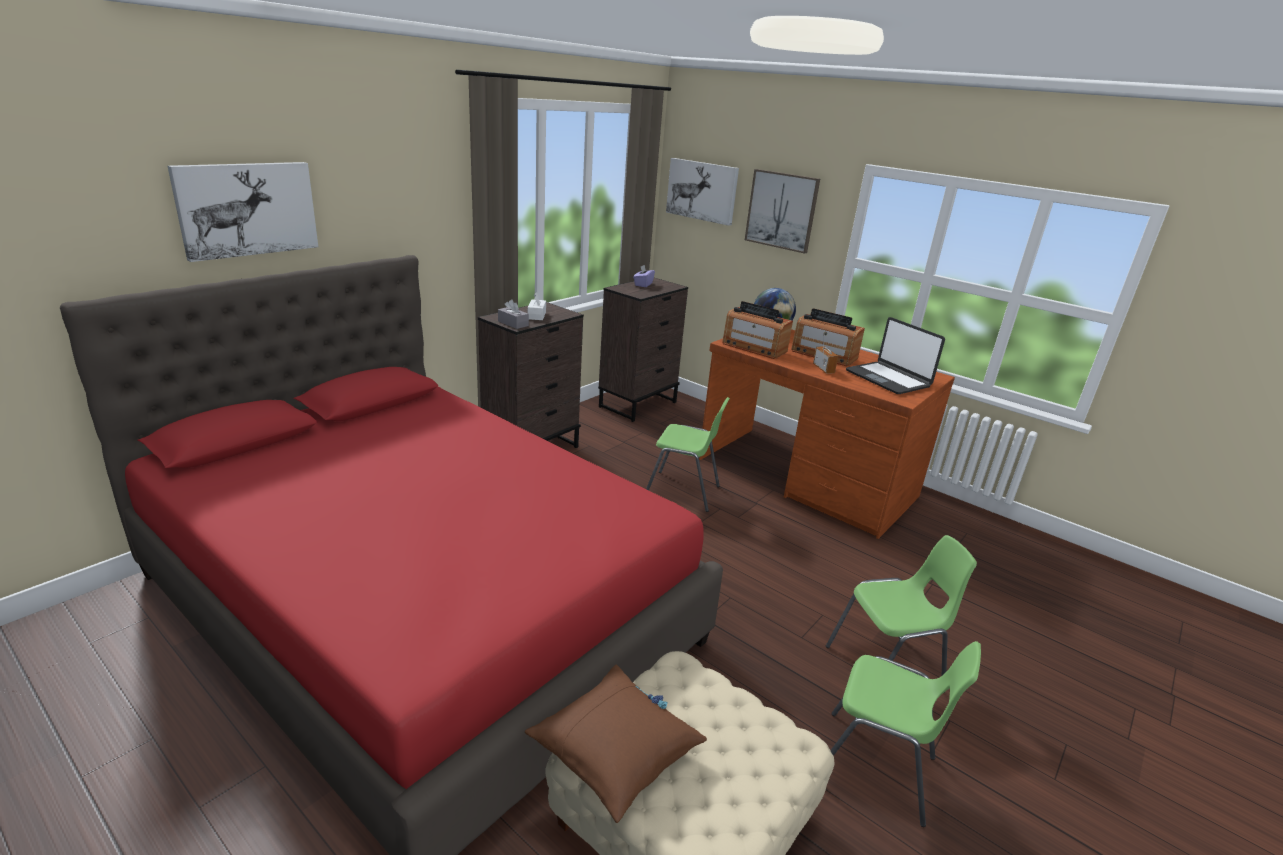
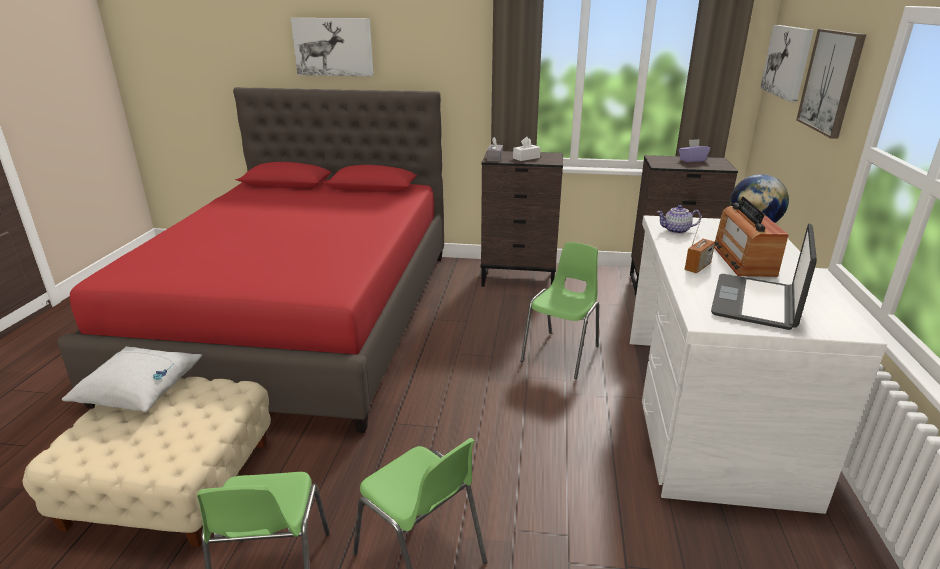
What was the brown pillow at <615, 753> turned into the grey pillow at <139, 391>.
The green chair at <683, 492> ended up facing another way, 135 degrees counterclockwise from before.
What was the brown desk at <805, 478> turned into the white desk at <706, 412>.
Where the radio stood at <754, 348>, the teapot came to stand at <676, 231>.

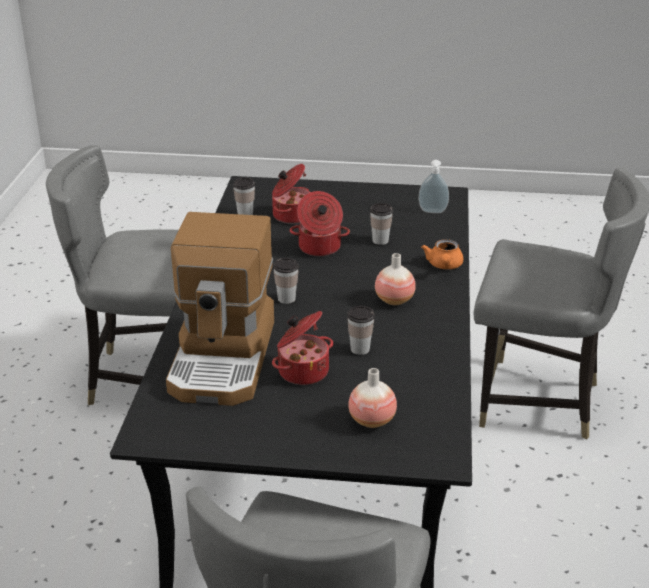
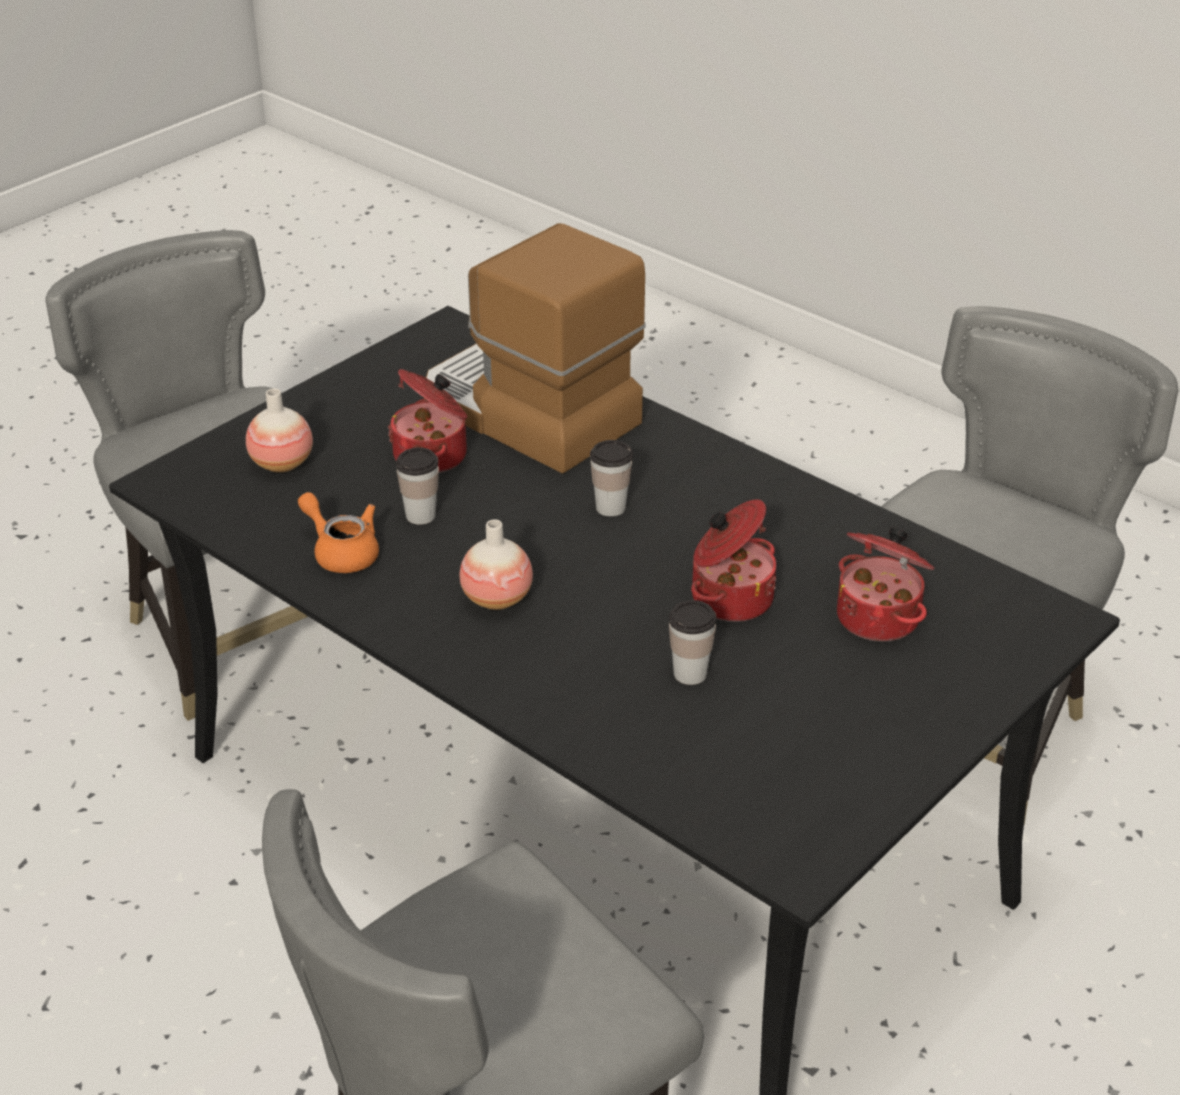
The orange teapot ended up elsewhere, having gone from <444, 266> to <342, 552>.
The second view lost the cup at <245, 214>.
The second view lost the soap dispenser at <432, 212>.

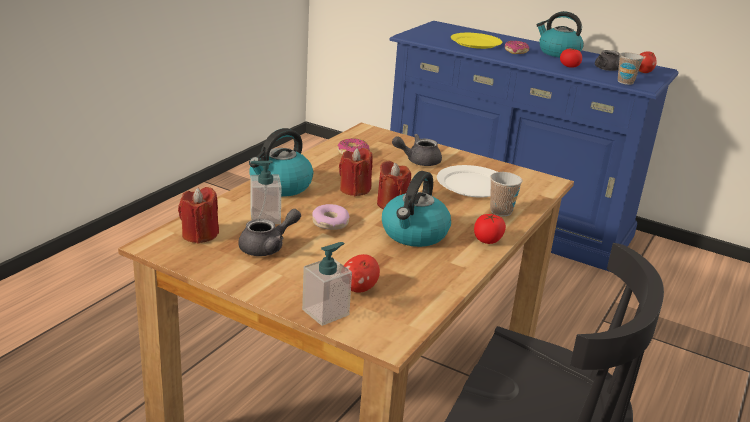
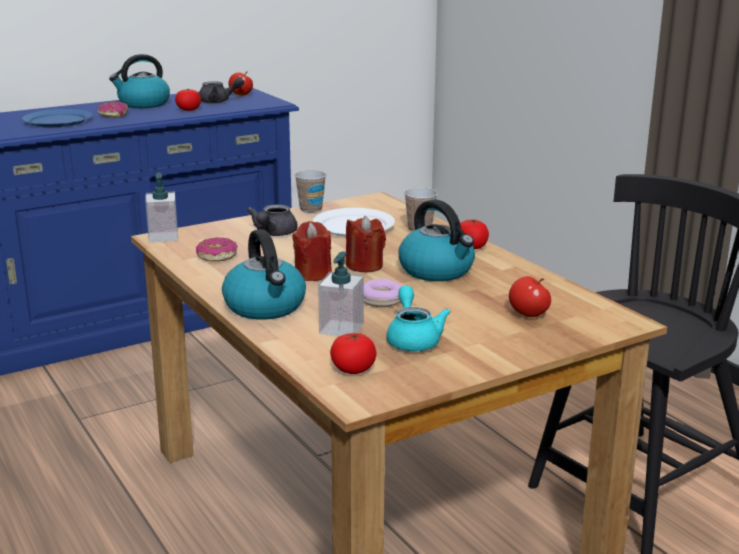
What was the yellow plate at <476, 43> turned into the blue plate at <58, 121>.
The soap dispenser ended up elsewhere, having gone from <326, 312> to <163, 237>.
The cup ended up elsewhere, having gone from <625, 82> to <311, 209>.
Where the red candle stood at <200, 235>, the tomato came to stand at <353, 369>.
What was the grey teapot at <268, 247> turned into the turquoise teapot at <413, 339>.

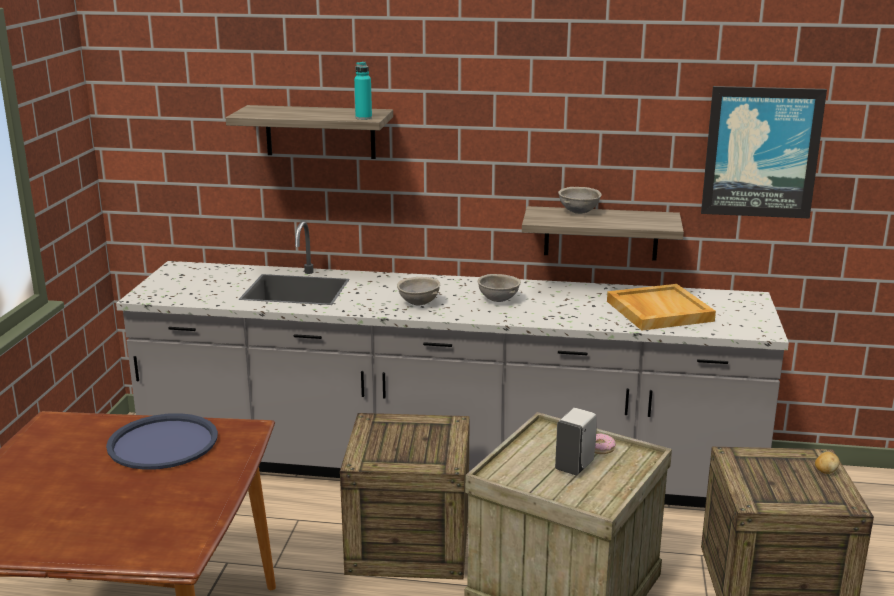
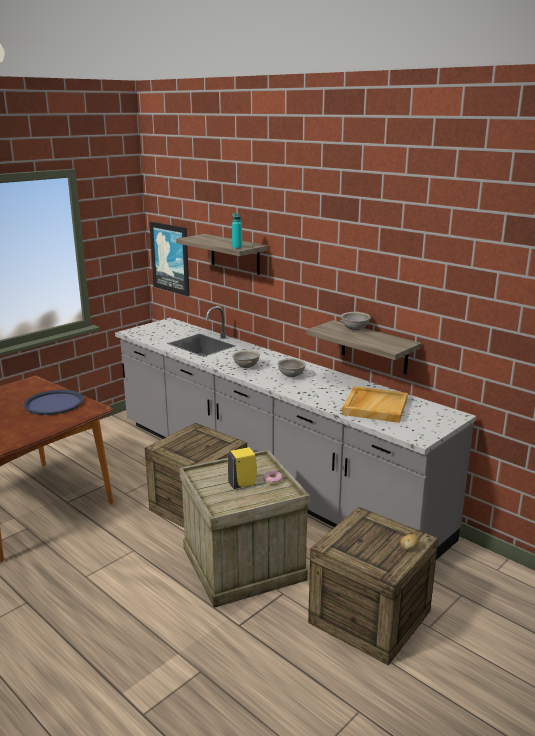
The picture ended up elsewhere, having gone from <761, 152> to <170, 258>.
What was the white soap dispenser at <575, 466> turned into the yellow soap dispenser at <243, 484>.

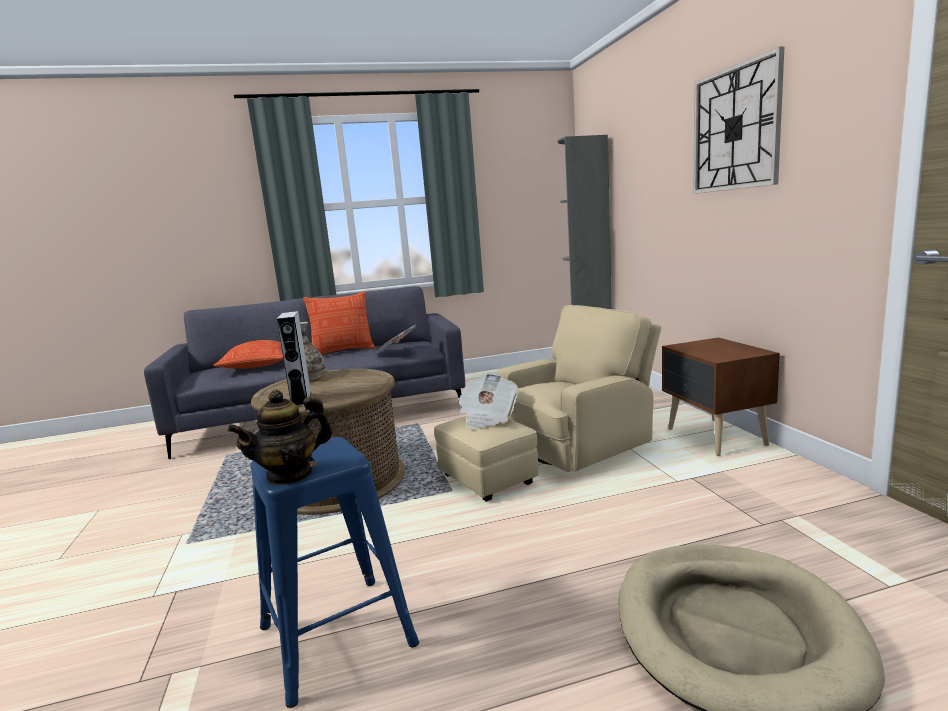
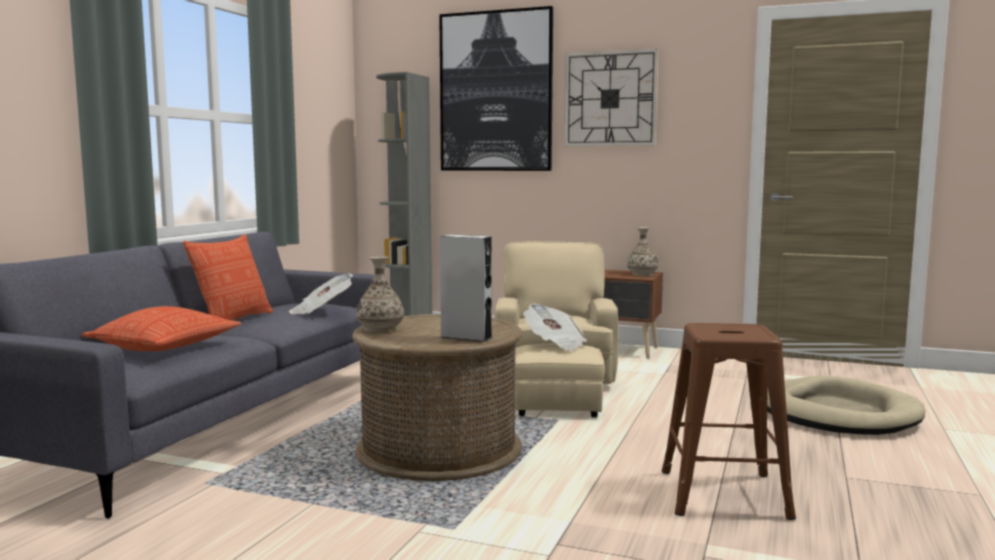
The second view gained the picture at <496, 92>.
The second view gained the vase at <642, 274>.
What was the blue stool at <337, 635> turned into the brown stool at <724, 494>.
The second view lost the teapot at <290, 475>.

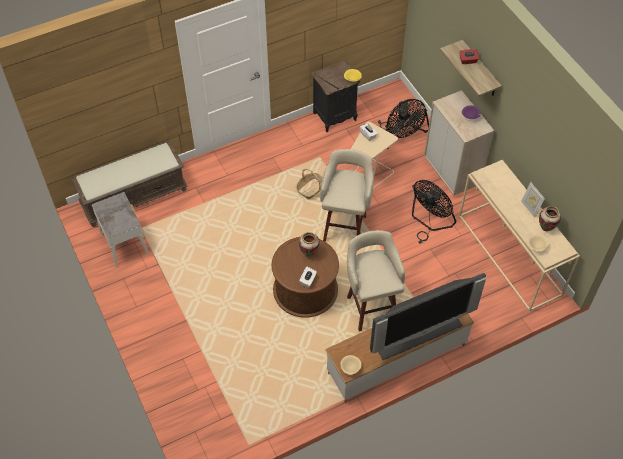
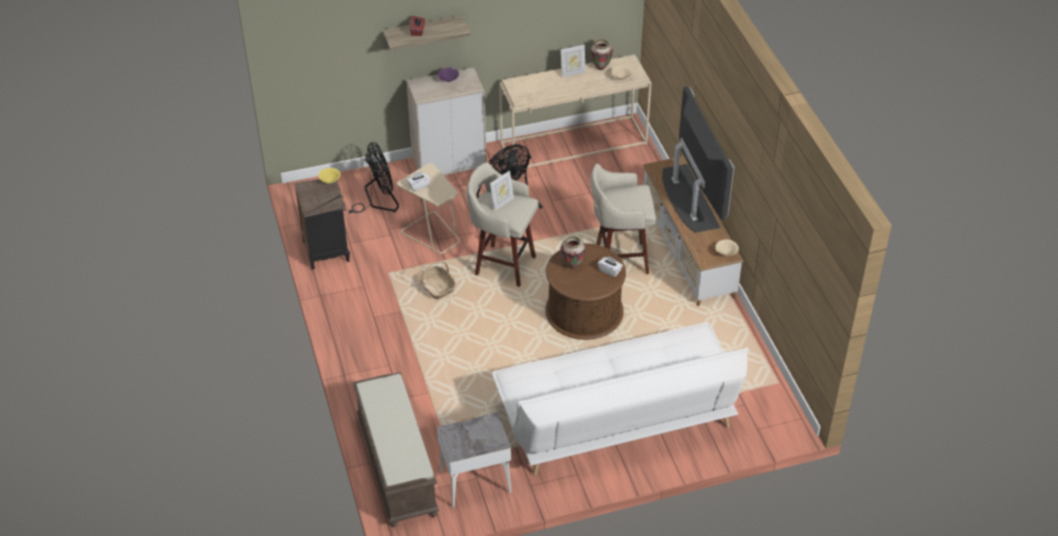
The second view gained the picture frame at <502, 203>.
The second view gained the white sofa at <618, 418>.

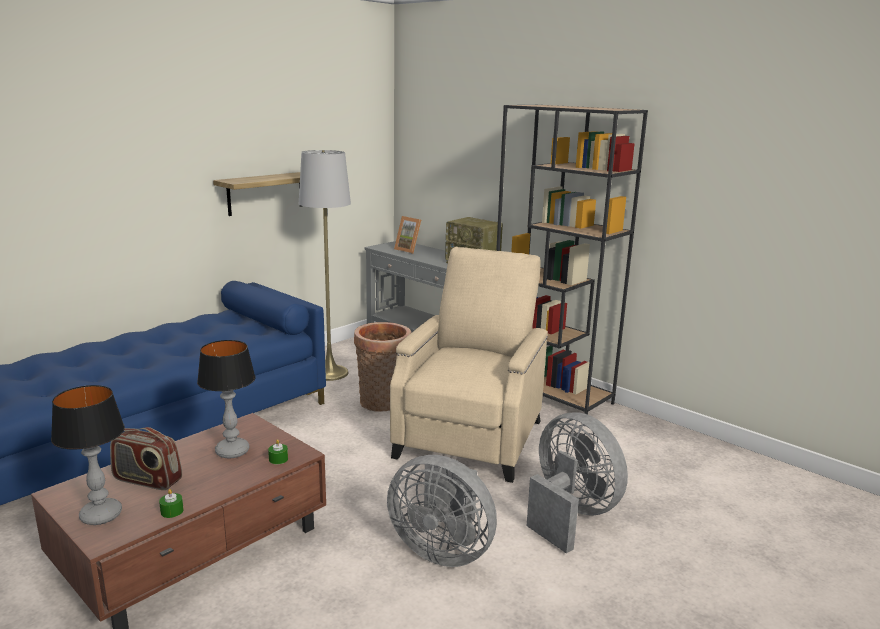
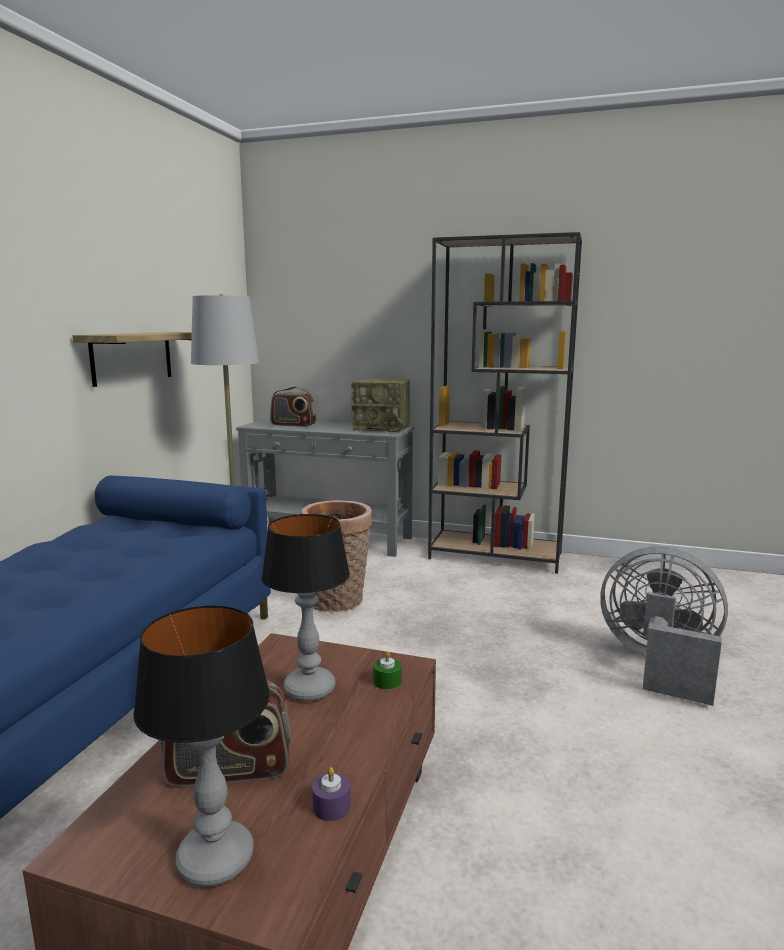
Where the picture frame stood at <409, 250>, the radio came to stand at <293, 425>.
What was the green candle at <172, 511> turned into the purple candle at <331, 806>.
The second view lost the grey fan at <442, 549>.
The second view lost the beige armchair at <472, 436>.

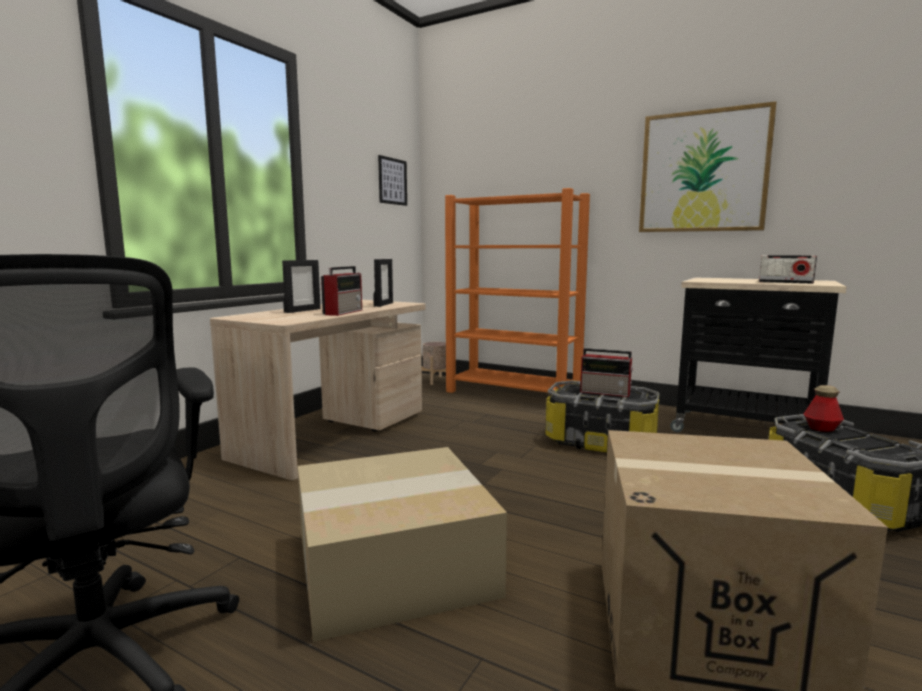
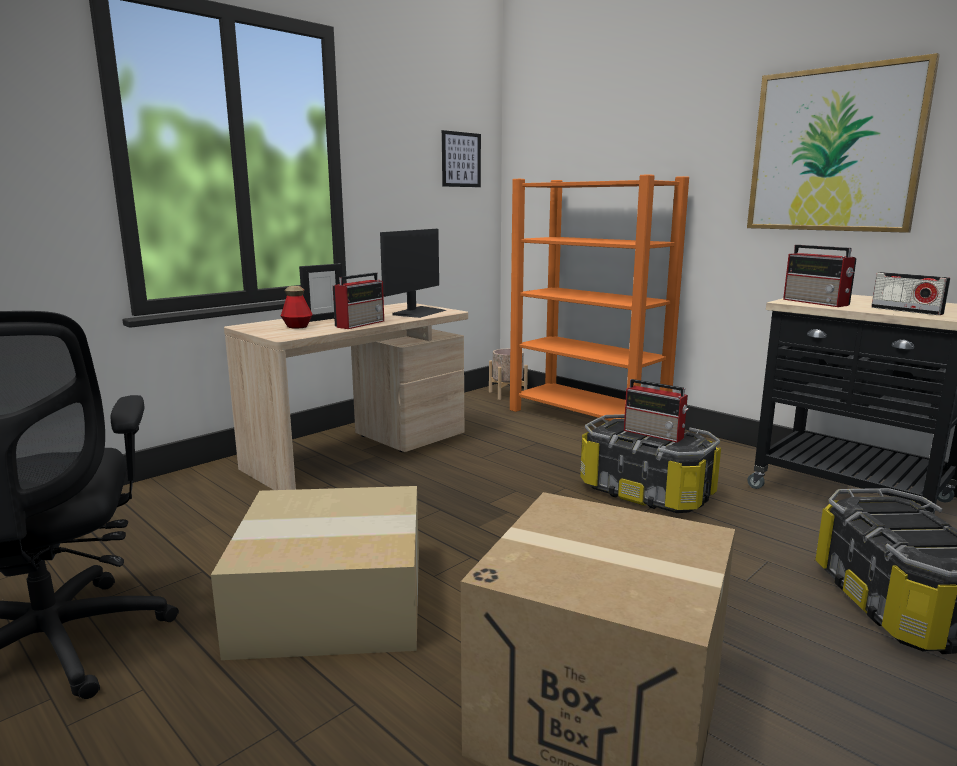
The bottle ended up elsewhere, having gone from <821, 428> to <297, 326>.
Where the picture frame stood at <383, 304>, the monitor came to stand at <419, 312>.
The second view gained the radio at <817, 302>.

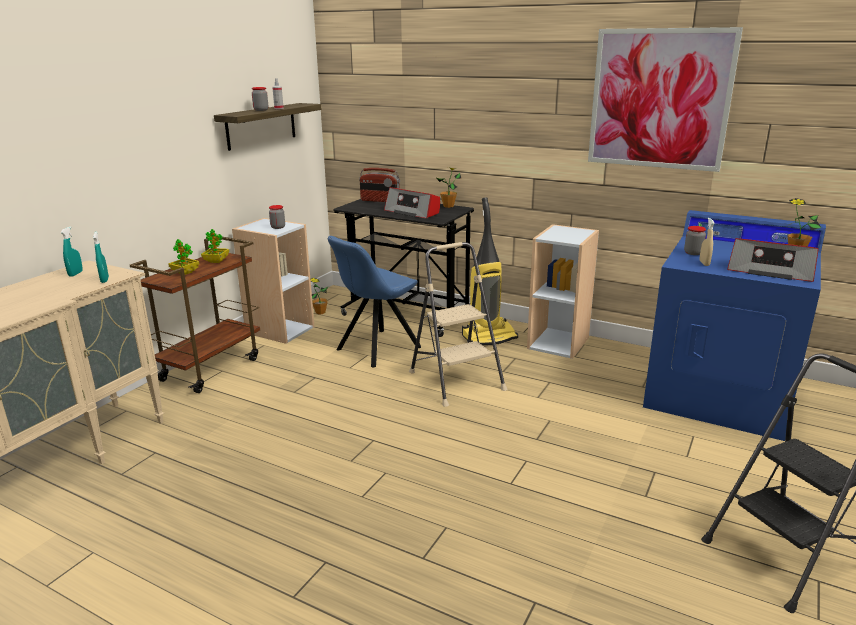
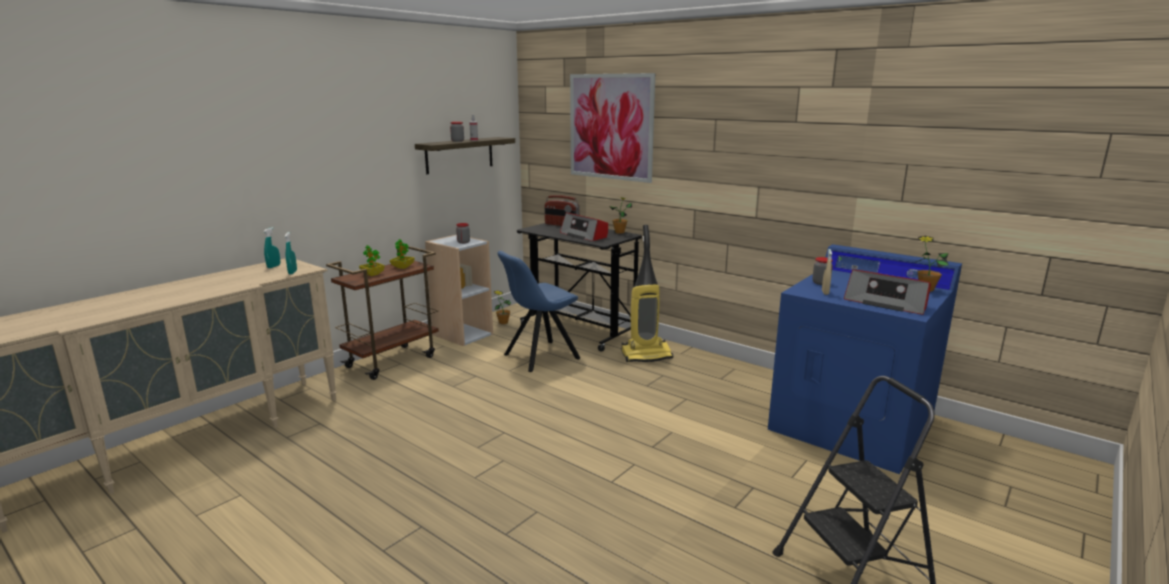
The picture ended up elsewhere, having gone from <659, 99> to <610, 127>.
The second view lost the beige step ladder at <455, 378>.
The second view lost the bookcase at <559, 342>.

